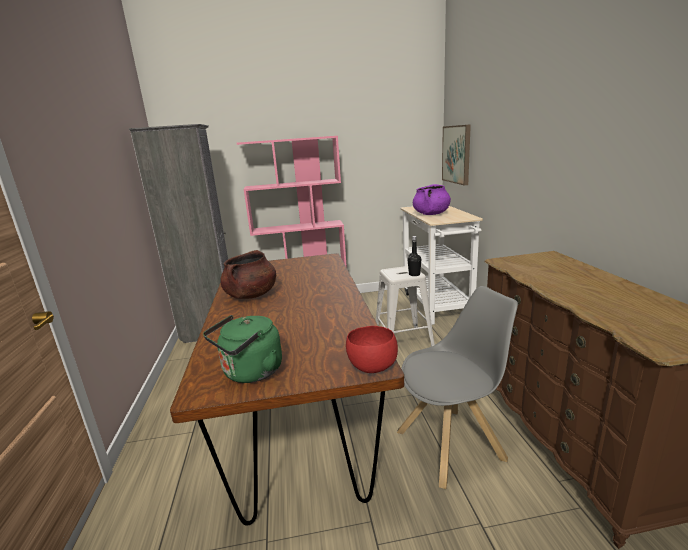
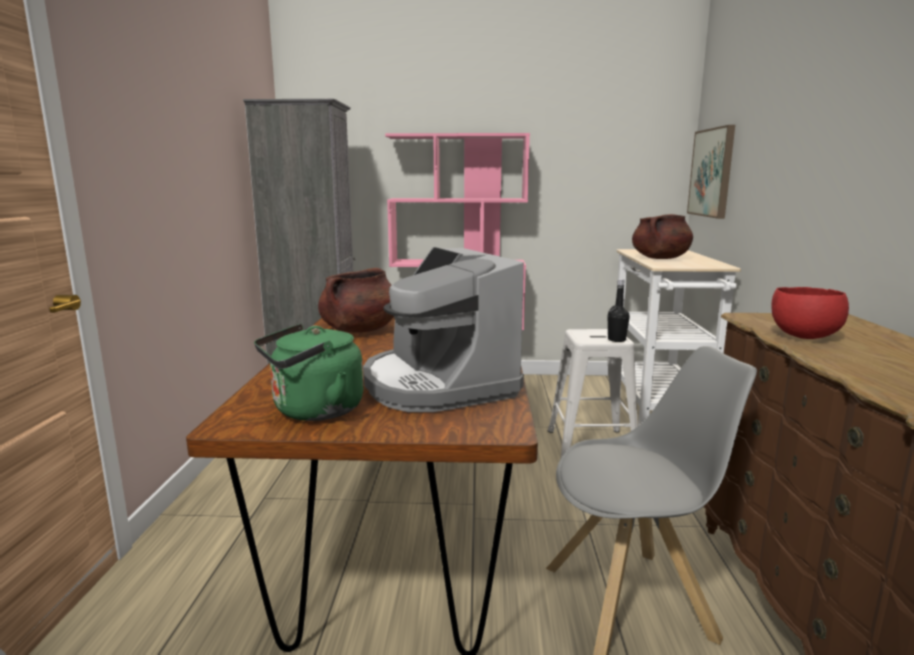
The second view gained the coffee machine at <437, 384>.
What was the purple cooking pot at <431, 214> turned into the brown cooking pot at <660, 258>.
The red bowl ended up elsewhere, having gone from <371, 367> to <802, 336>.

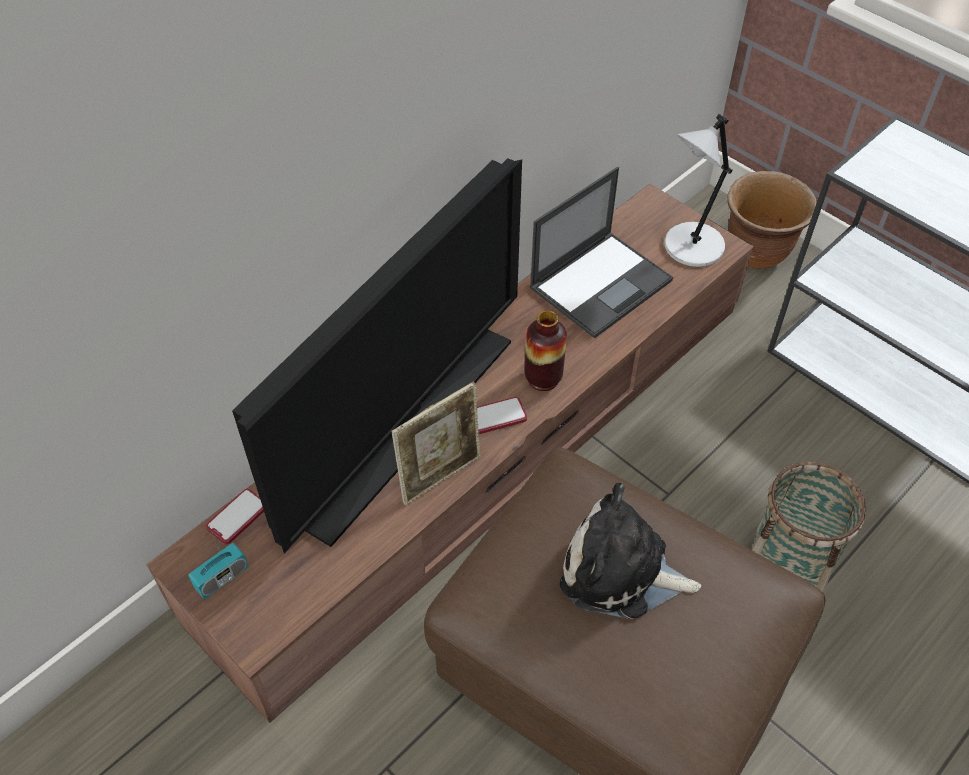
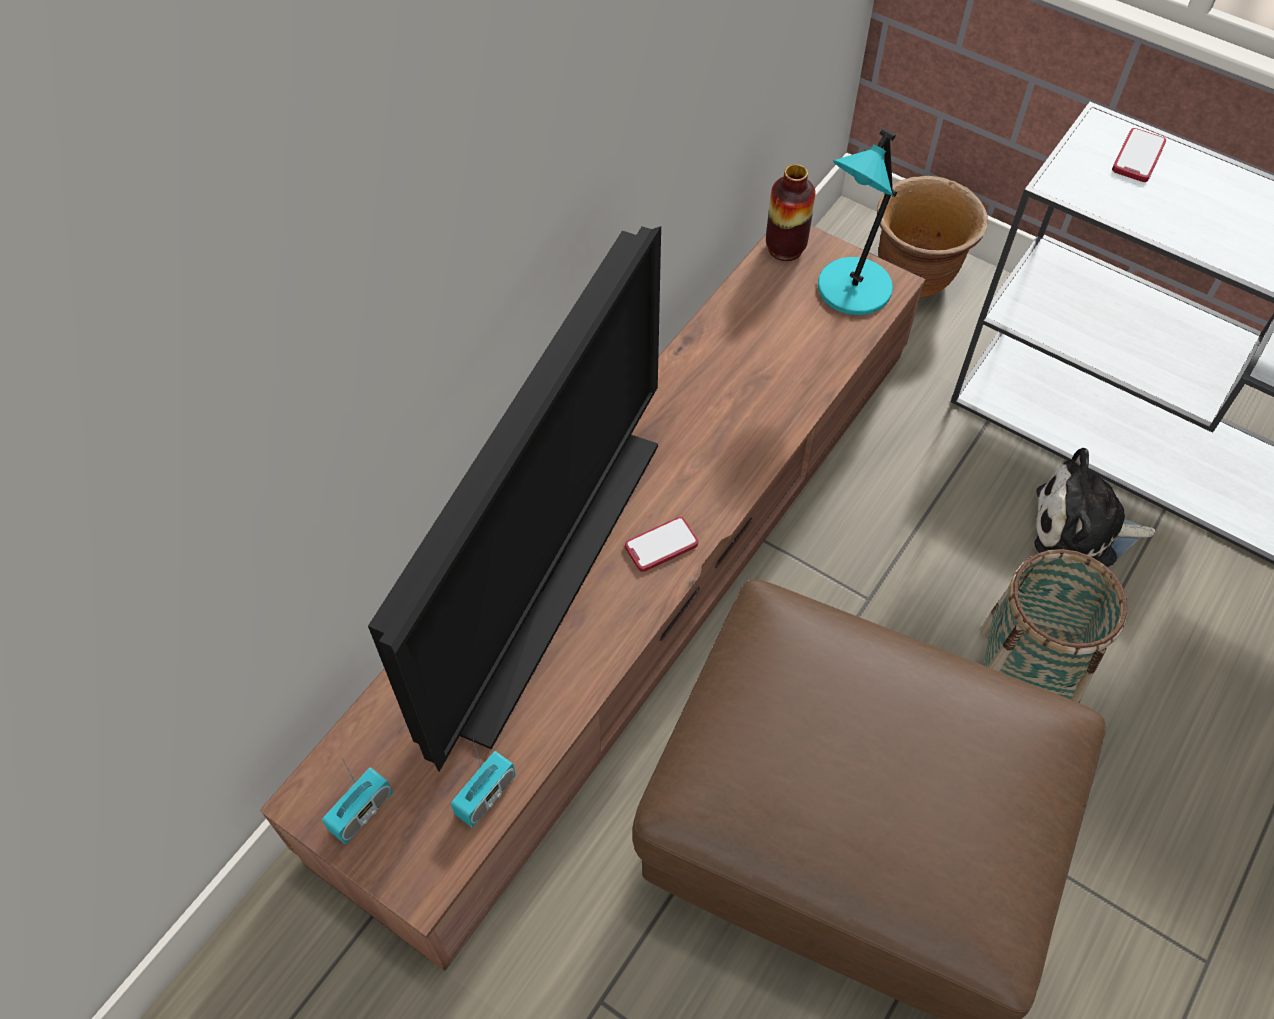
The second view gained the radio at <486, 795>.
The vase ended up elsewhere, having gone from <543, 378> to <785, 248>.
What was the grey table lamp at <691, 247> turned into the turquoise table lamp at <852, 291>.
The plush toy ended up elsewhere, having gone from <620, 572> to <1082, 529>.
The phone ended up elsewhere, having gone from <237, 517> to <1138, 157>.
The second view lost the picture frame at <440, 476>.
The second view lost the laptop at <601, 283>.

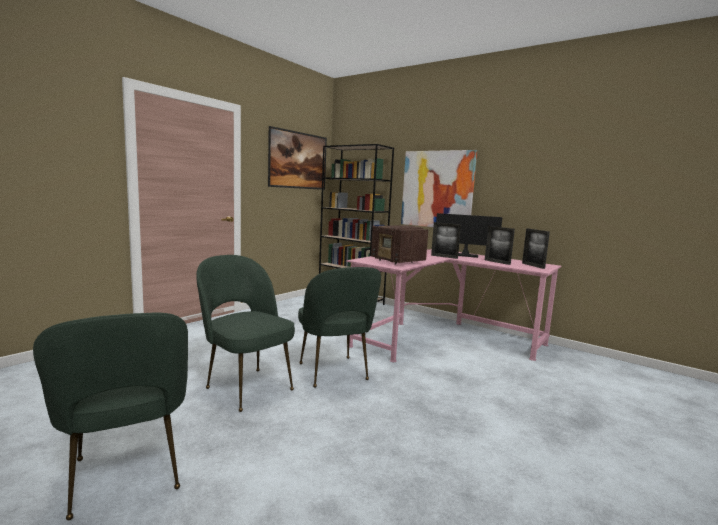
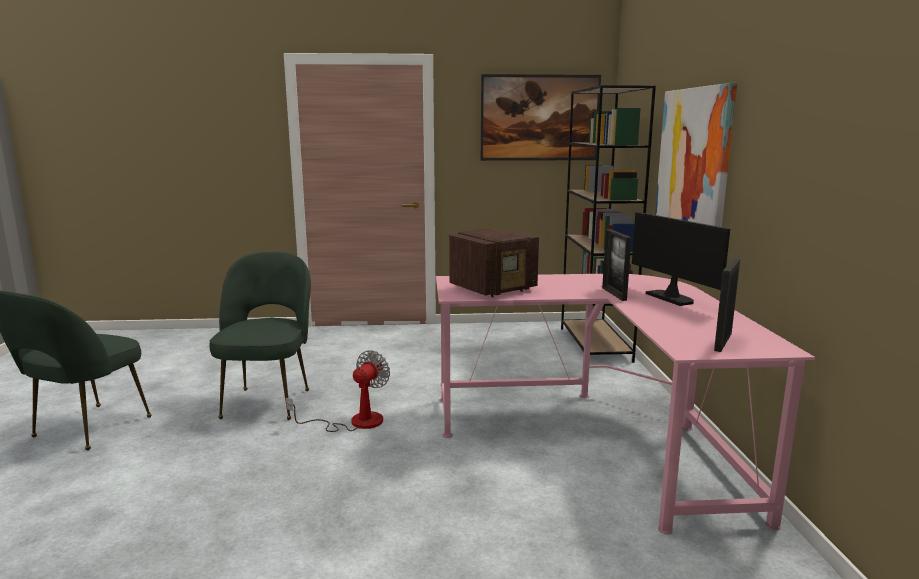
Where the green chair stood at <334, 374>, the fan came to stand at <354, 422>.
The radio at <398, 261> ended up facing another way, 135 degrees counterclockwise from before.
The second view lost the picture frame at <497, 262>.

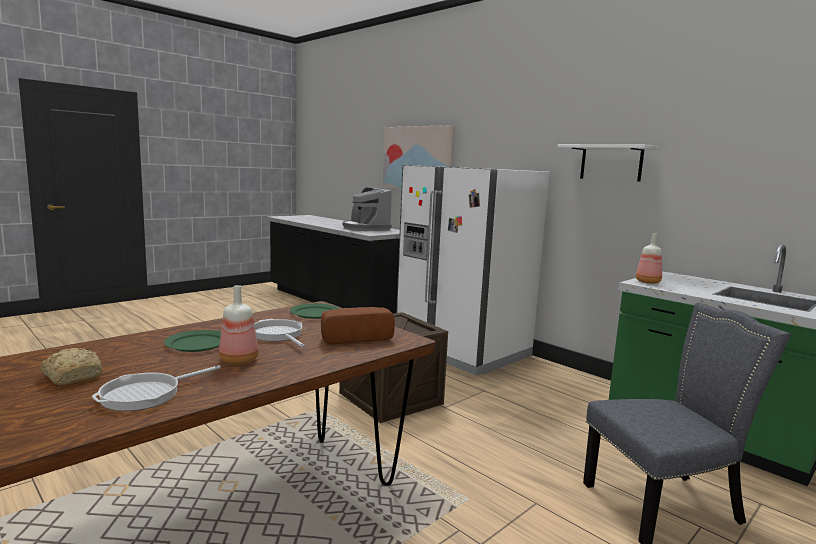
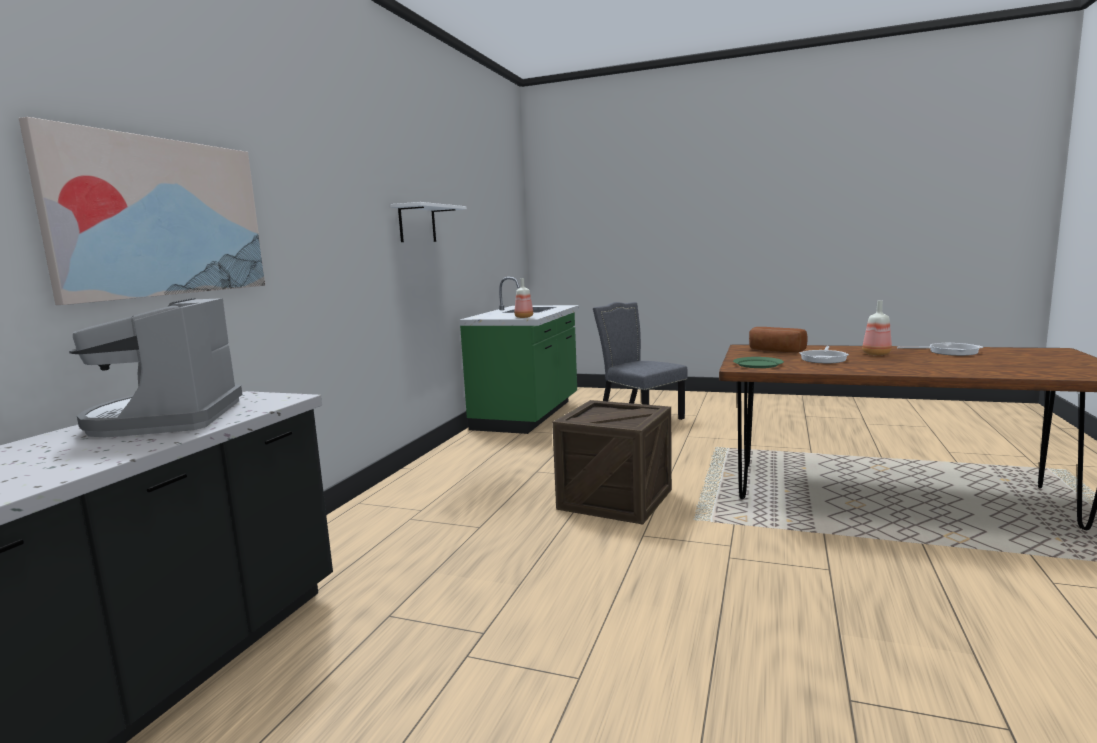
The coffee machine at <365, 228> ended up facing another way, 135 degrees clockwise from before.
The second view lost the bread at <73, 376>.
The second view lost the green plate at <197, 344>.
The second view lost the white fridge at <462, 351>.

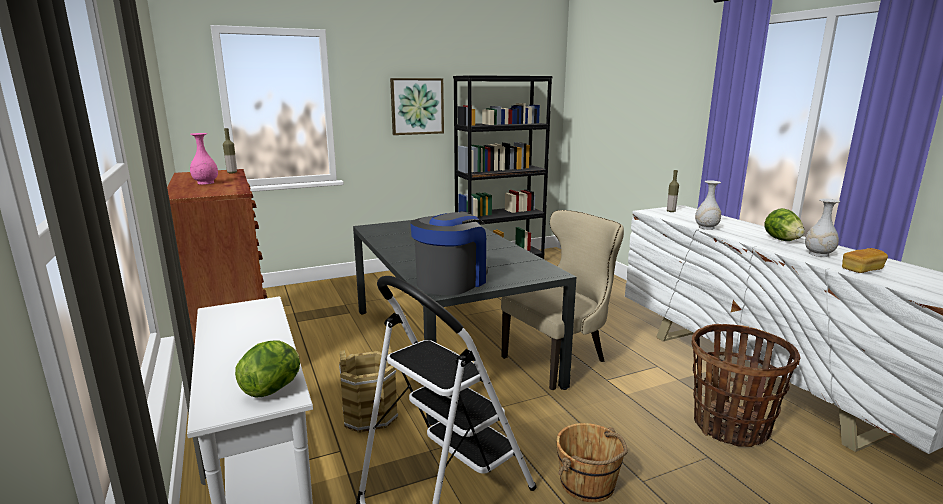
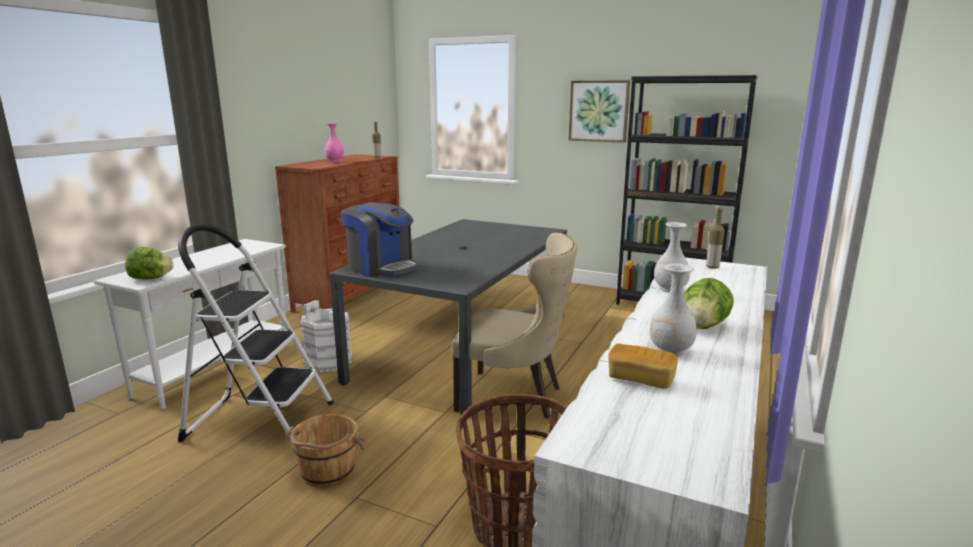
What was the brown bucket at <369, 415> turned into the white bucket at <328, 361>.
The coffee machine at <451, 281> ended up facing another way, 45 degrees clockwise from before.

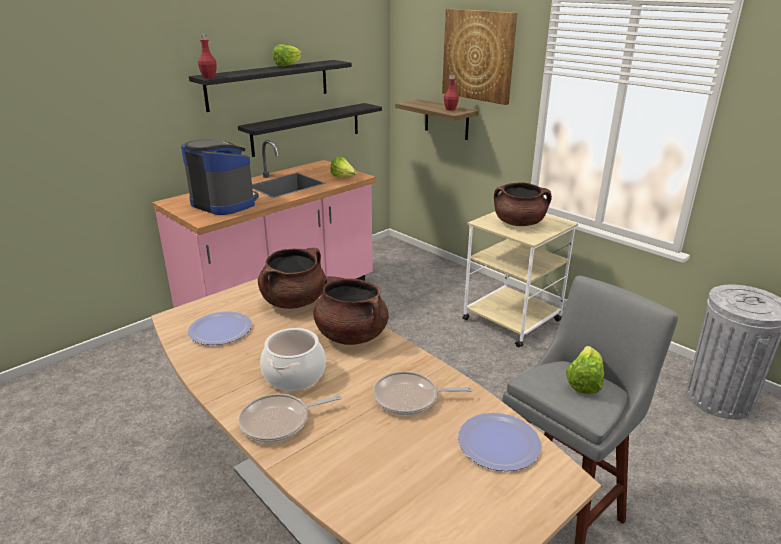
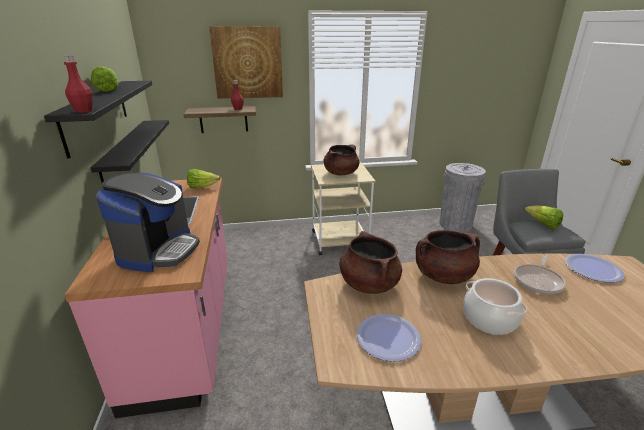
The coffee machine at <224, 203> ended up facing another way, 120 degrees clockwise from before.
The second view lost the frying pan at <279, 422>.

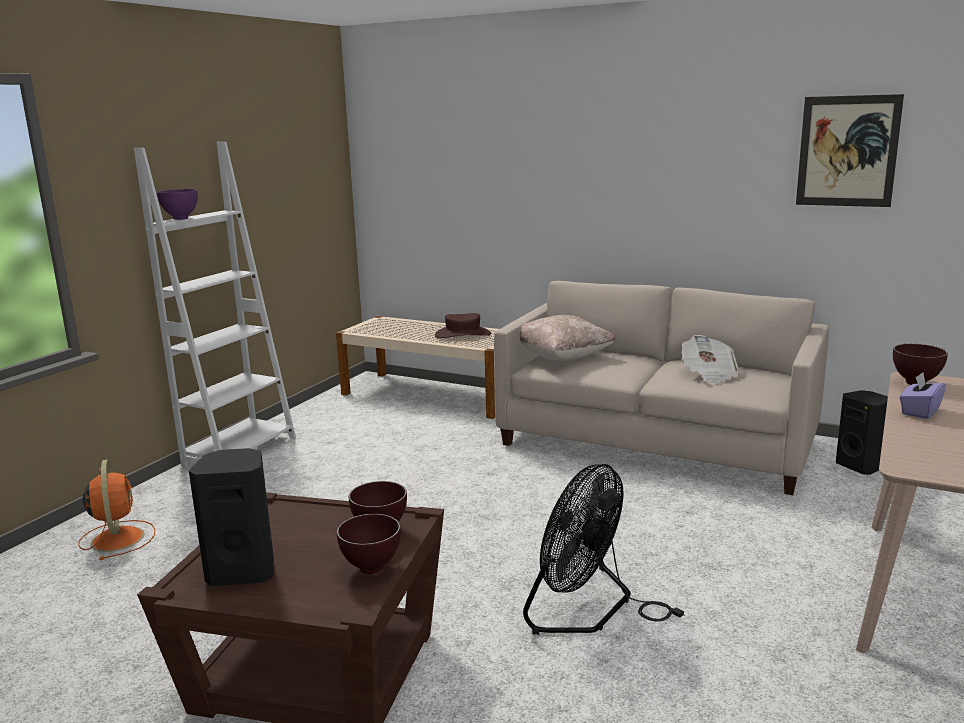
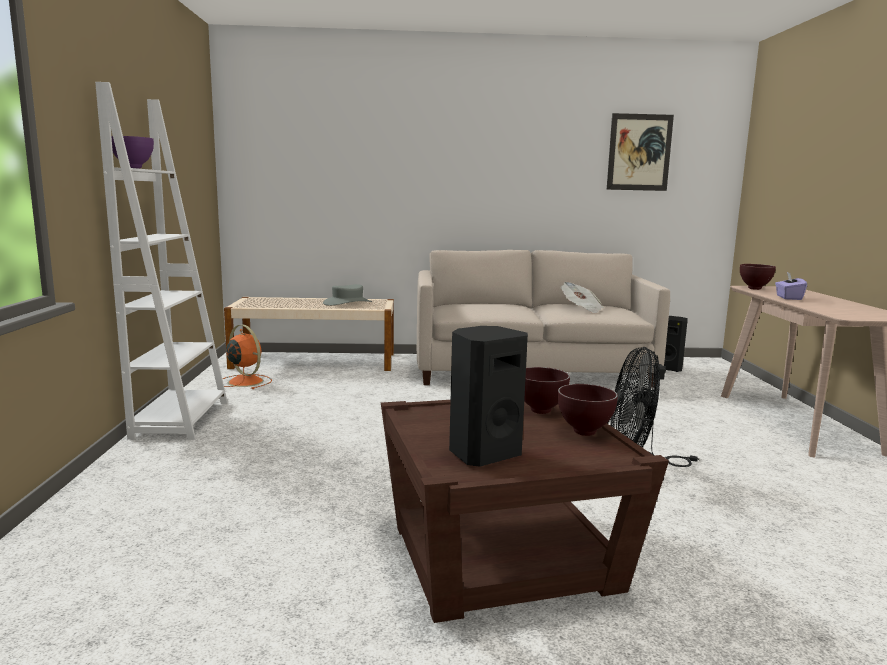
The orange fan ended up elsewhere, having gone from <118, 538> to <244, 381>.
What was the brown hat at <463, 334> turned into the grey hat at <347, 303>.
The second view lost the beige pillow at <562, 357>.

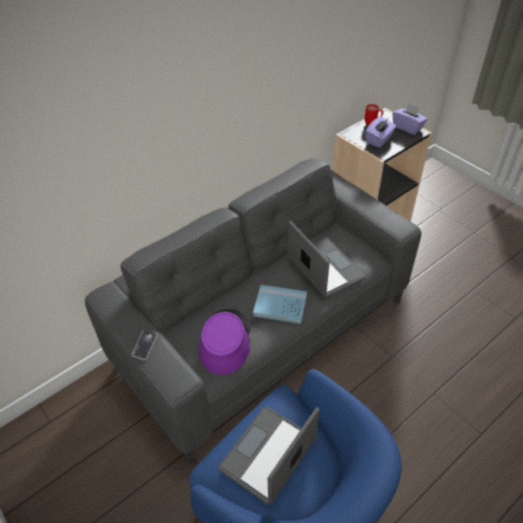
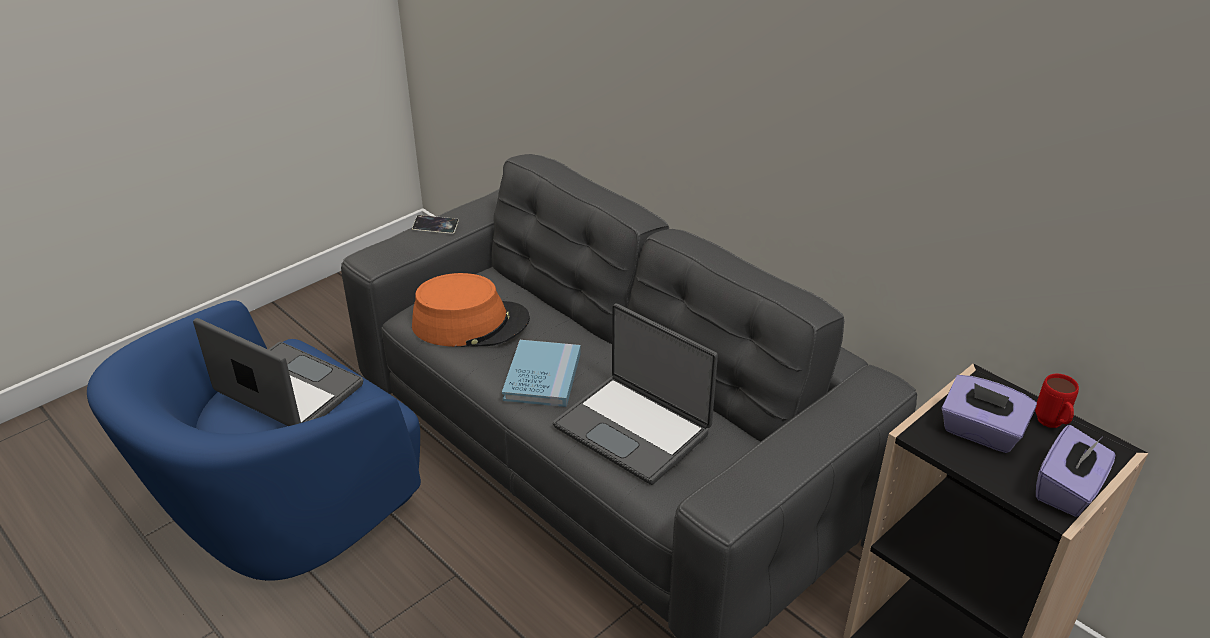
What was the purple hat at <225, 342> turned into the orange hat at <470, 323>.
The laptop at <324, 269> ended up facing another way, 75 degrees clockwise from before.

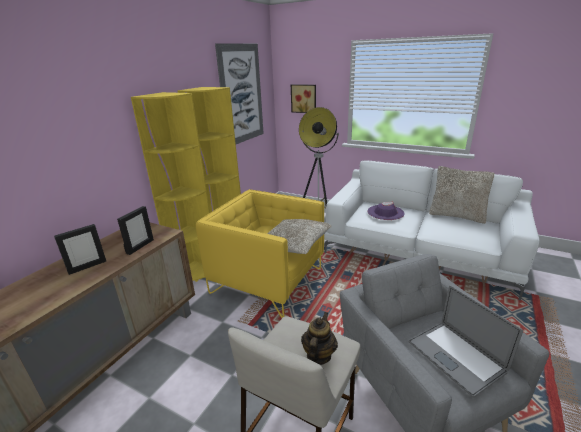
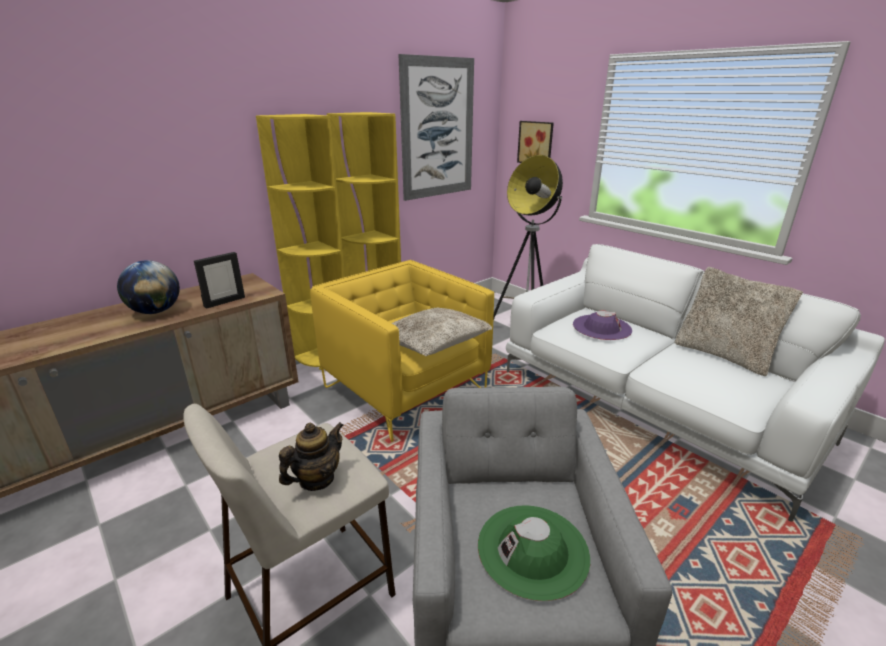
Where the picture frame stood at <87, 266>, the globe came to stand at <156, 311>.
Where the laptop stood at <456, 356>, the green hat came to stand at <533, 550>.

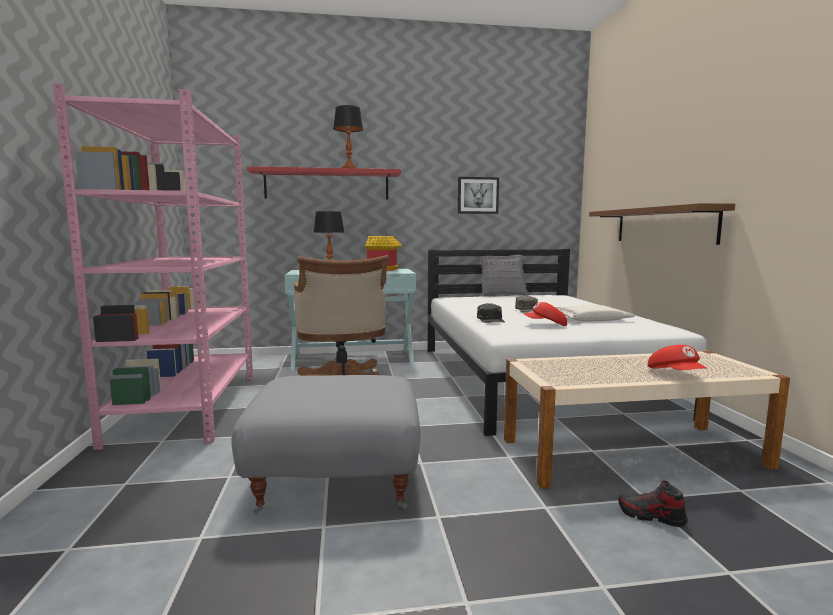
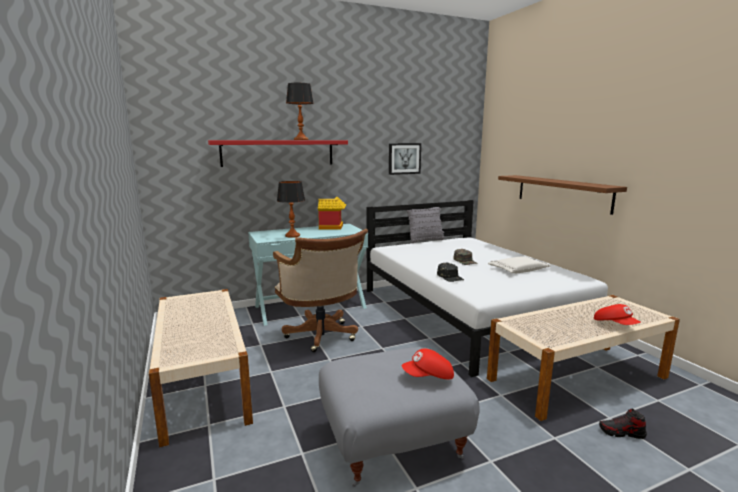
Where the pink bookcase stood at <189, 407>, the beige bench came to stand at <202, 382>.
The red cap ended up elsewhere, having gone from <546, 325> to <428, 377>.

